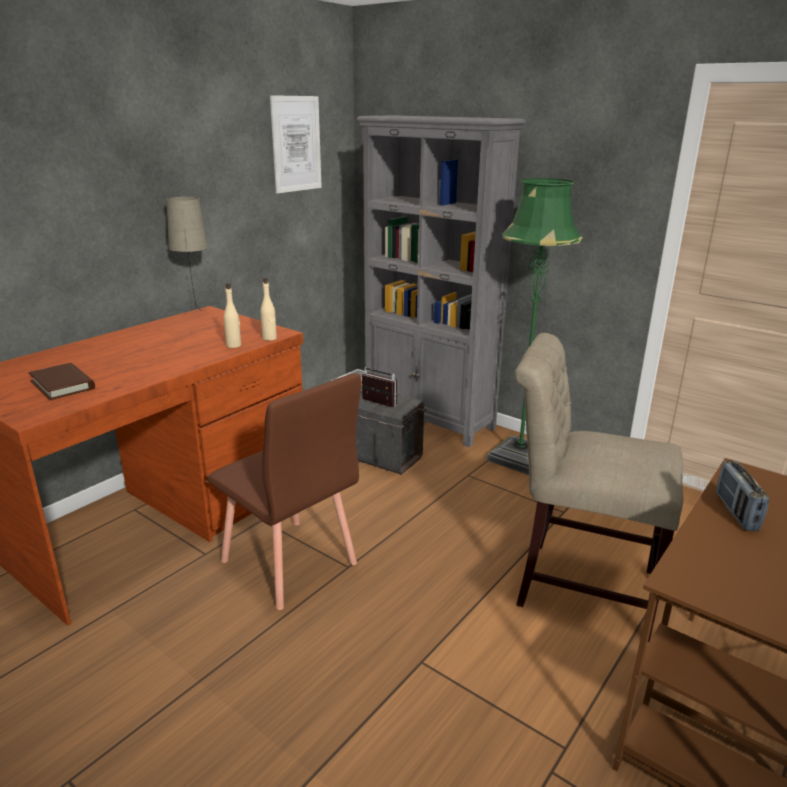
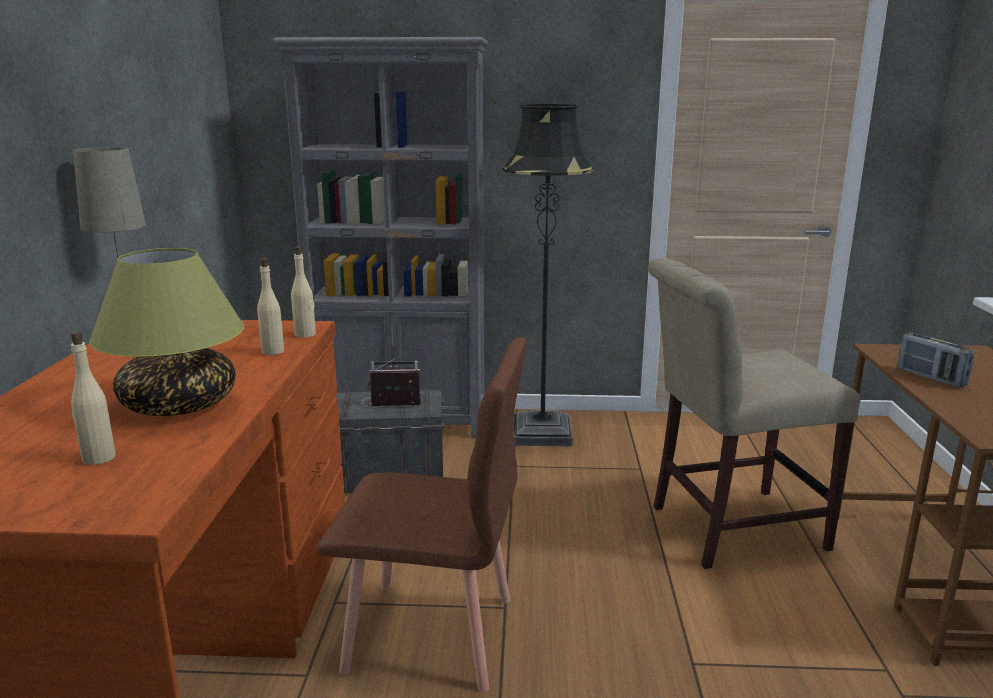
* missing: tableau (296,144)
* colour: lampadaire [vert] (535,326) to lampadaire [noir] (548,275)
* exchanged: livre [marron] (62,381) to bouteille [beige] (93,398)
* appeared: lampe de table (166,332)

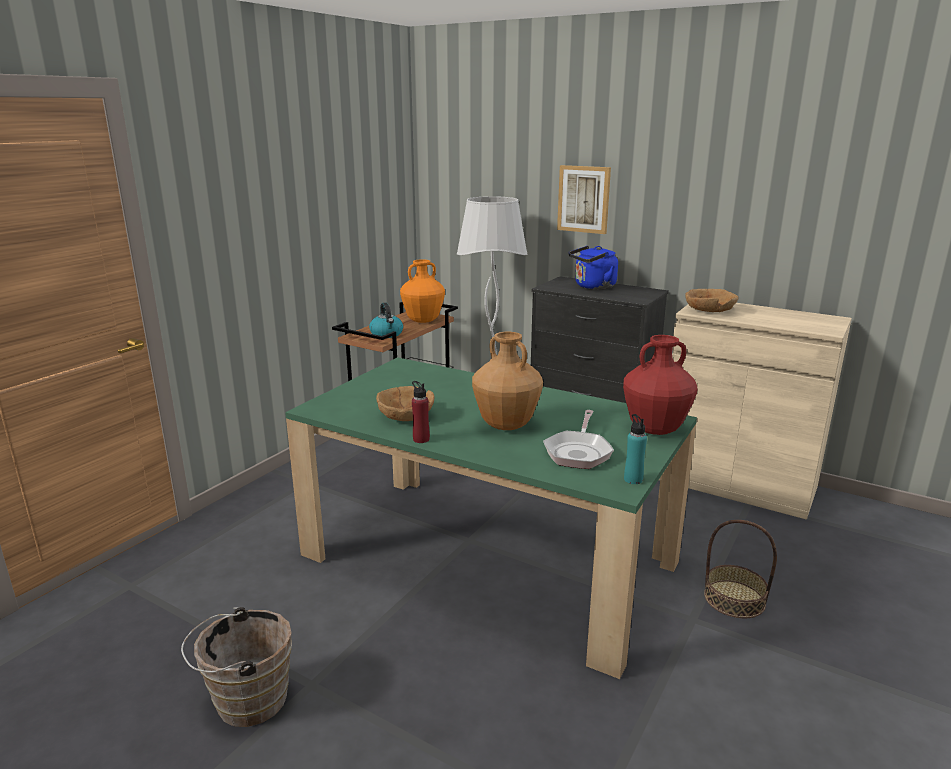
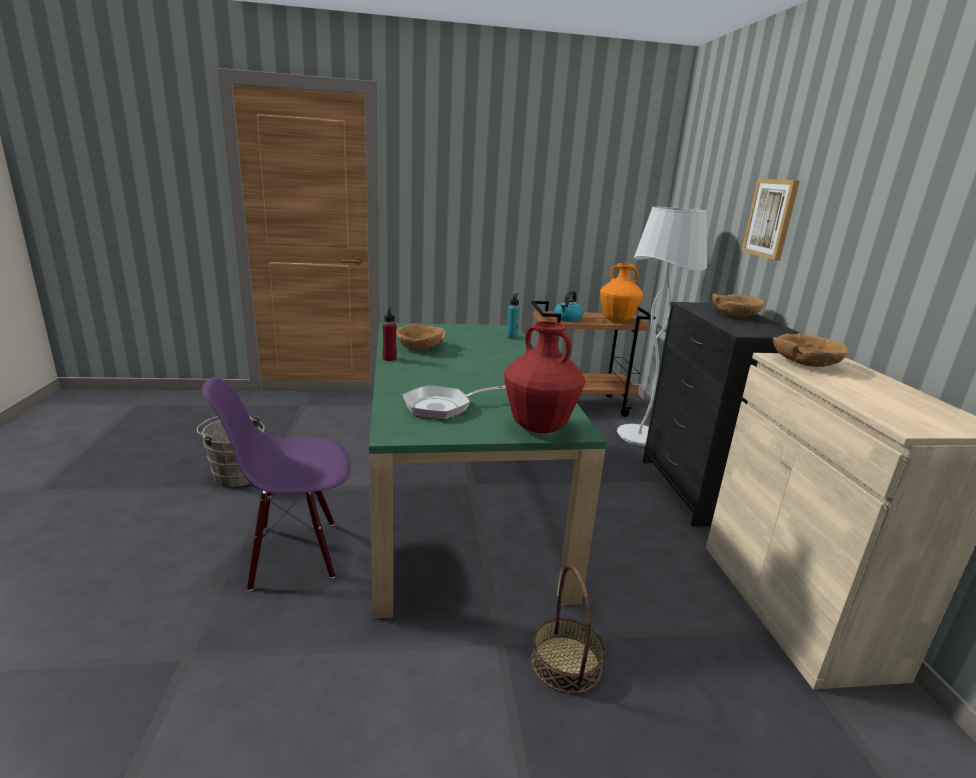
* exchanged: bouilloire [bleu] (593,268) to bol [marron] (738,305)
* missing: vase [marron] (507,381)
* relocated: bouteille [turquoise] (635,449) to (513,316)
* appeared: chaise [violet] (276,484)

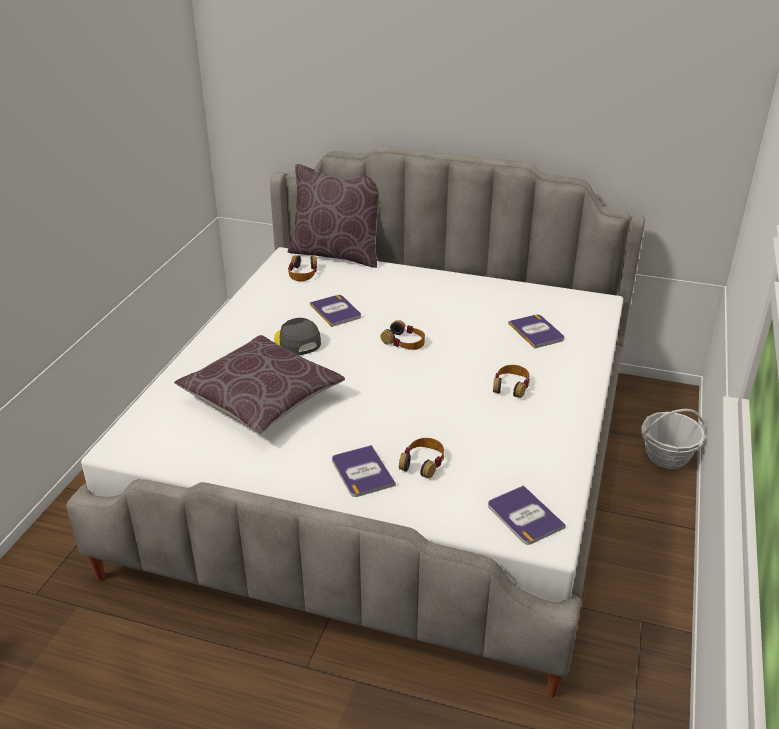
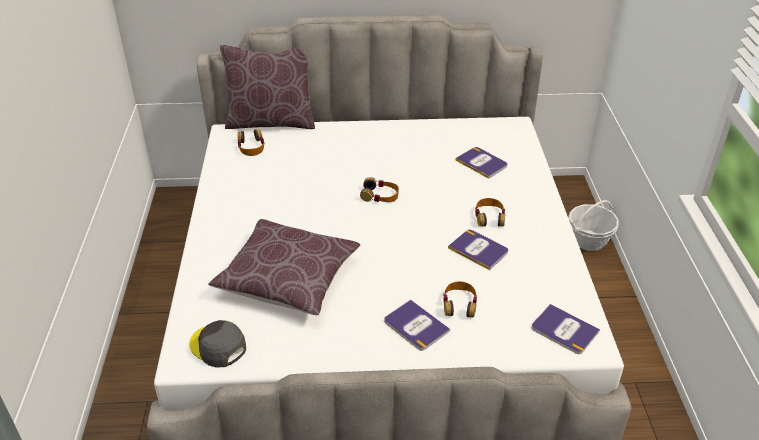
* relocated: livre (335,311) to (478,250)
* relocated: casquette [gris] (297,336) to (217,343)

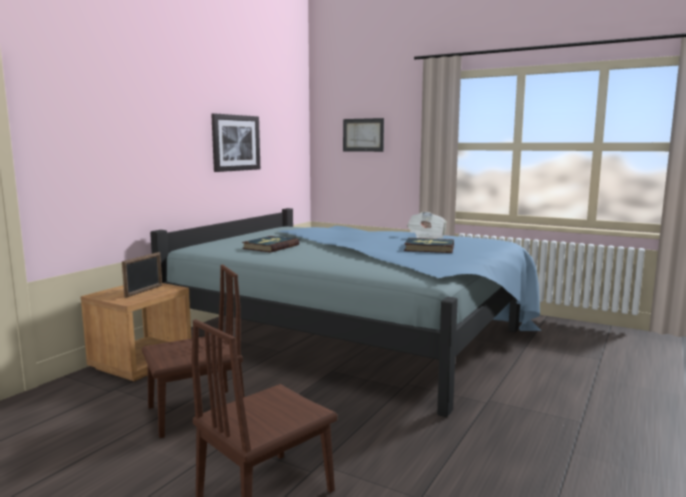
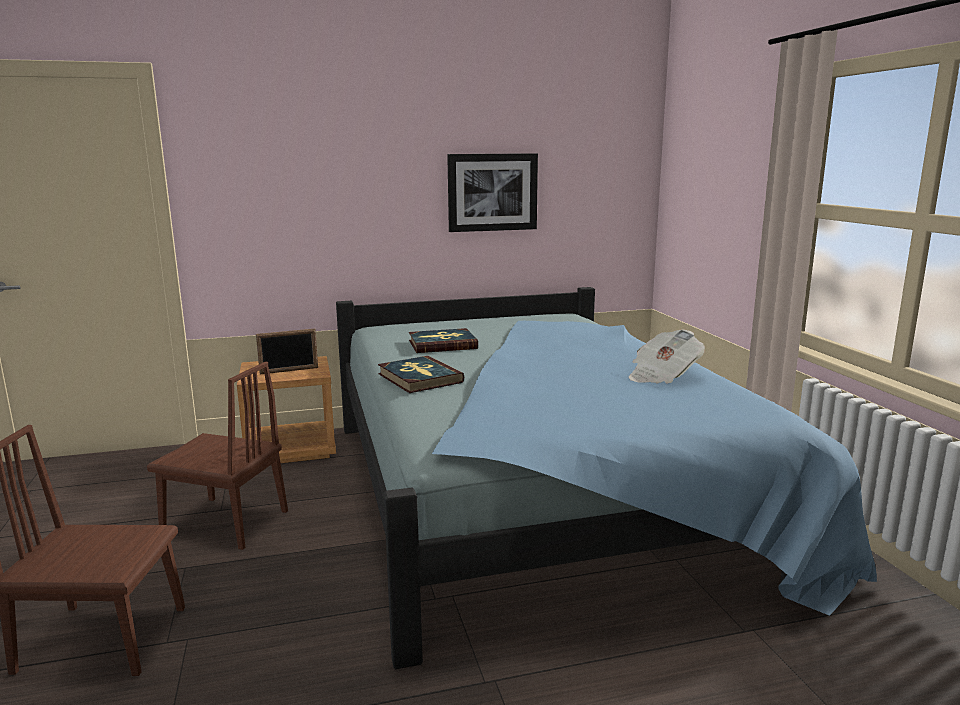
* missing: tableau (363,135)
* relocated: livre (429,245) to (421,374)

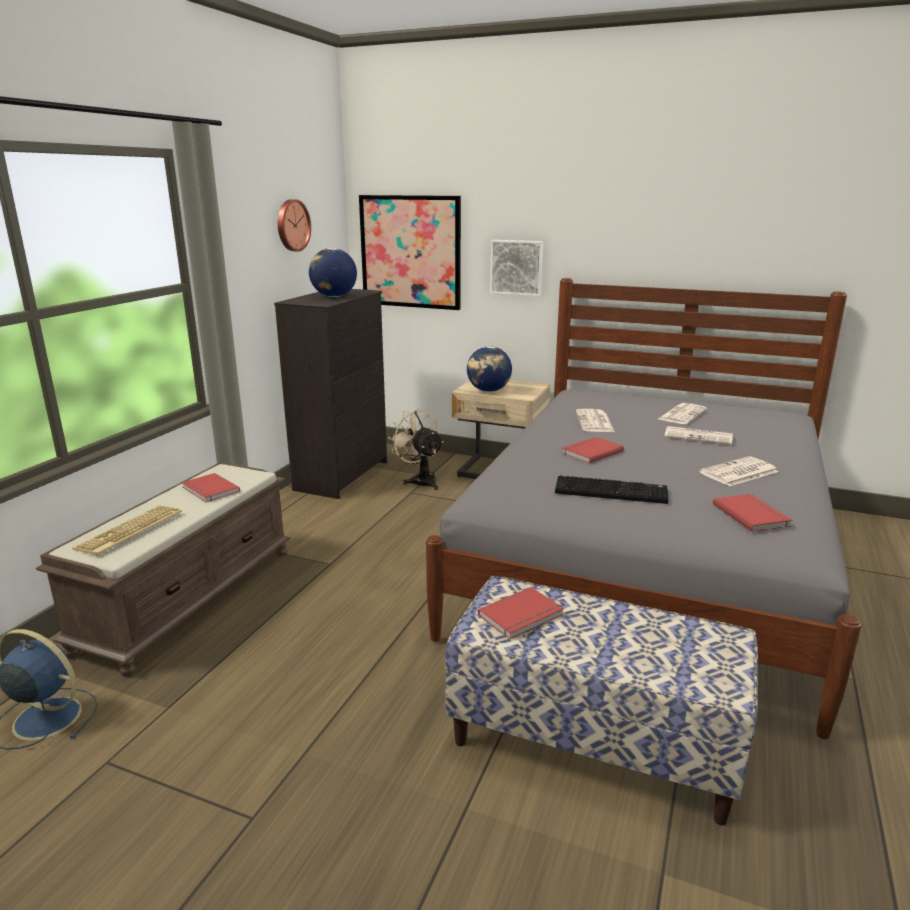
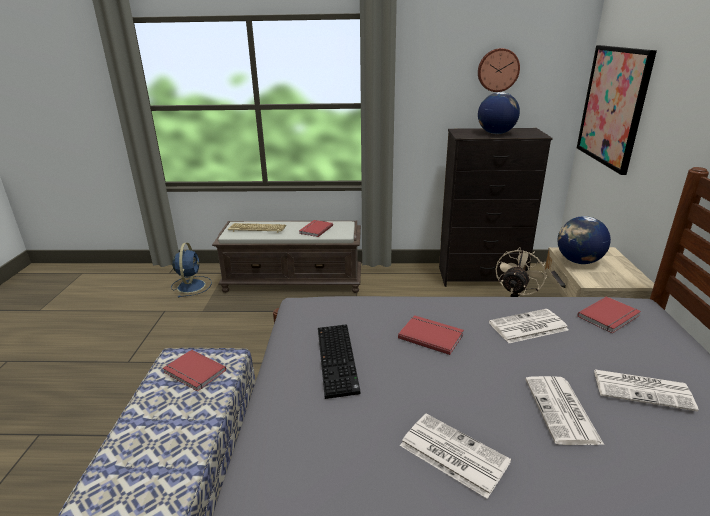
* missing: tableau (517,268)
* relocated: livre [rouge] (753,513) to (609,314)

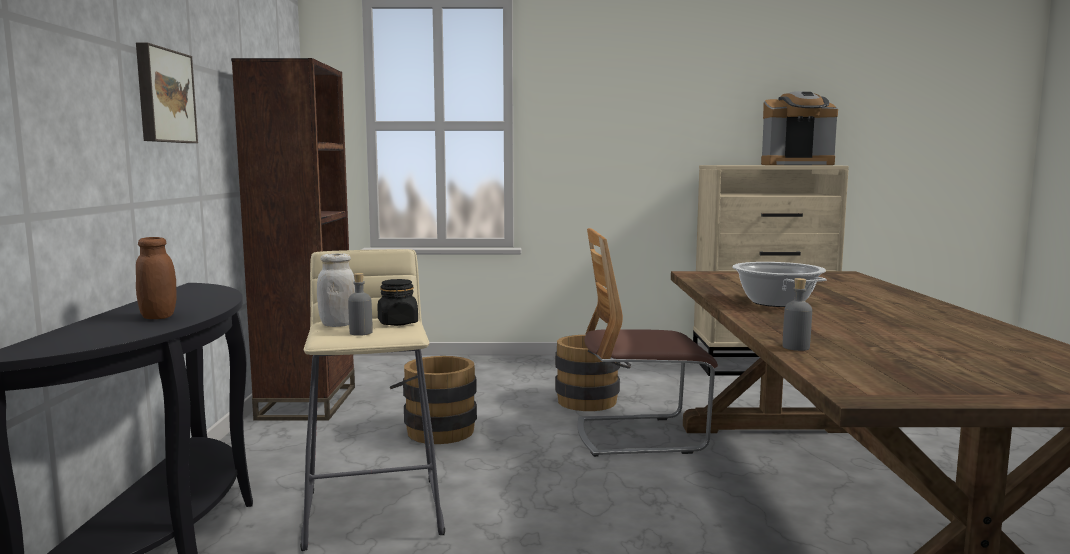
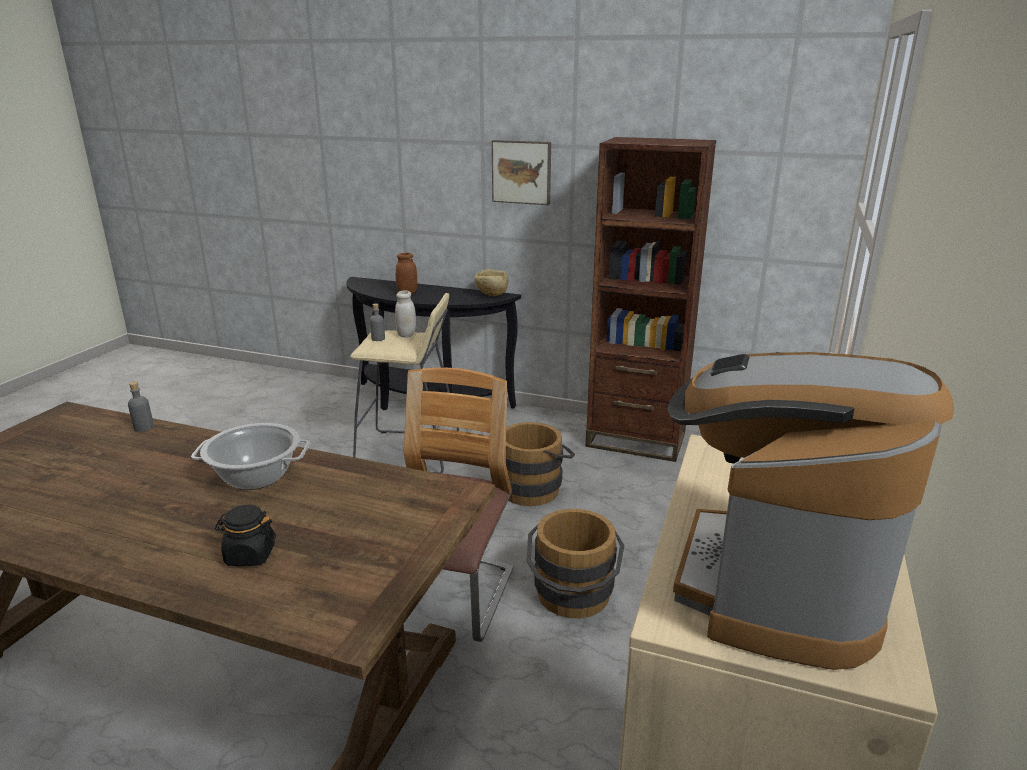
* relocated: bocal [noir] (398,302) to (245,535)
* appeared: bol [beige] (491,282)

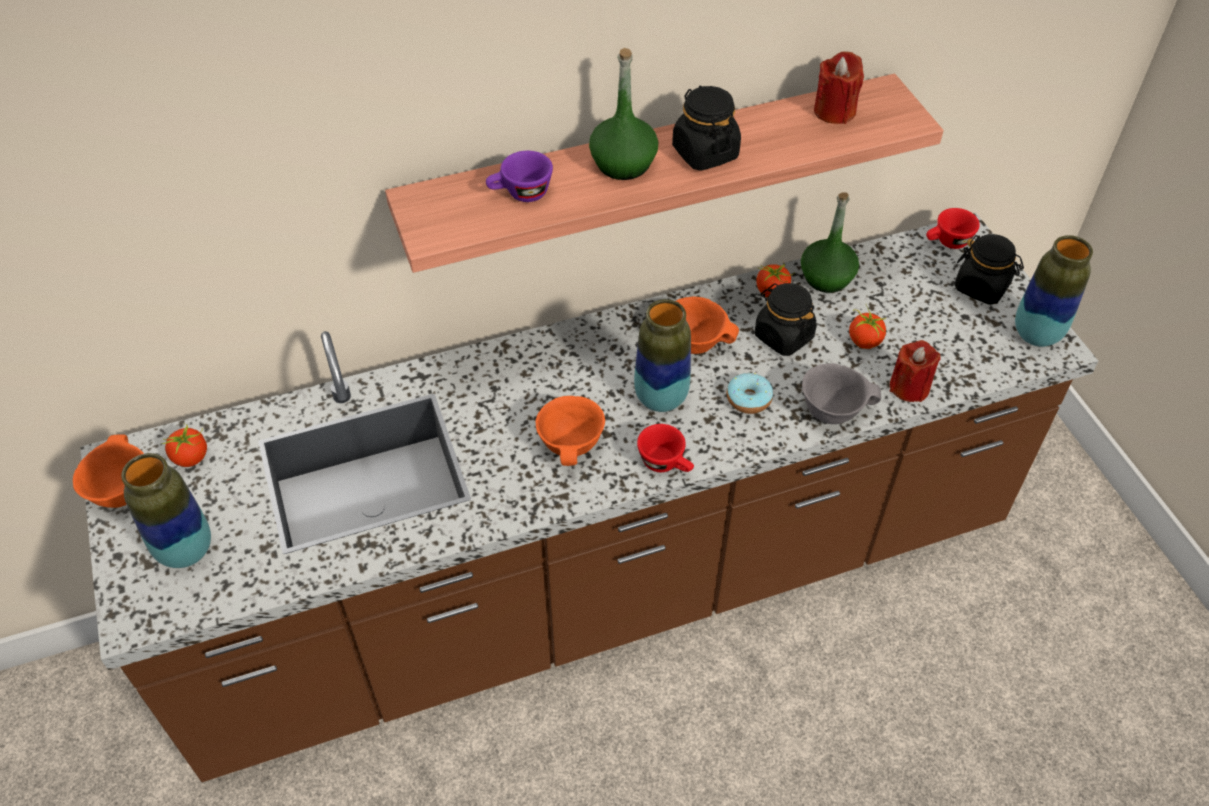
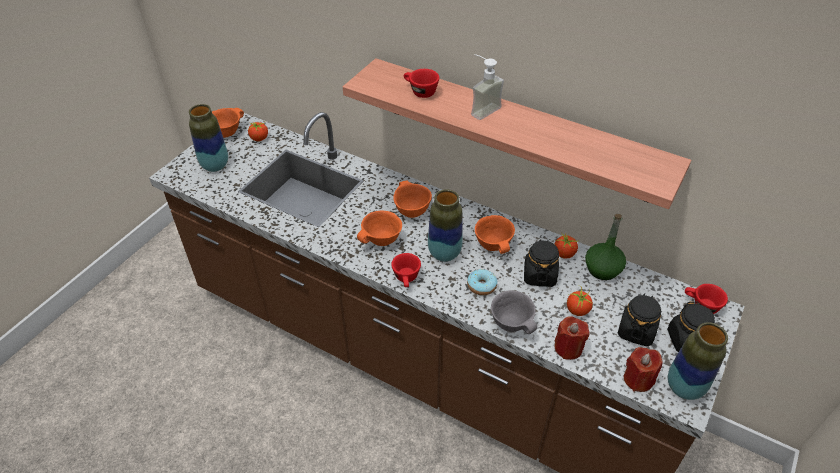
* exchanged: bouteille [vert] (623,114) to distributeur de savon (487,87)
* relocated: bougie [rouge] (839,87) to (643,369)
* relocated: bocal [noir] (706,128) to (639,320)
* colour: tasse [violet] (519,176) to tasse [rouge] (421,83)
* appeared: bol [orange] (412,199)

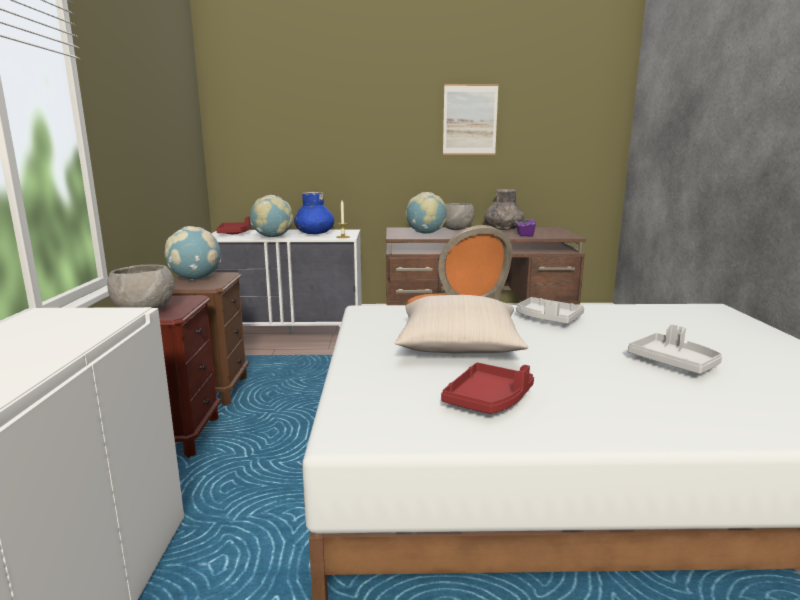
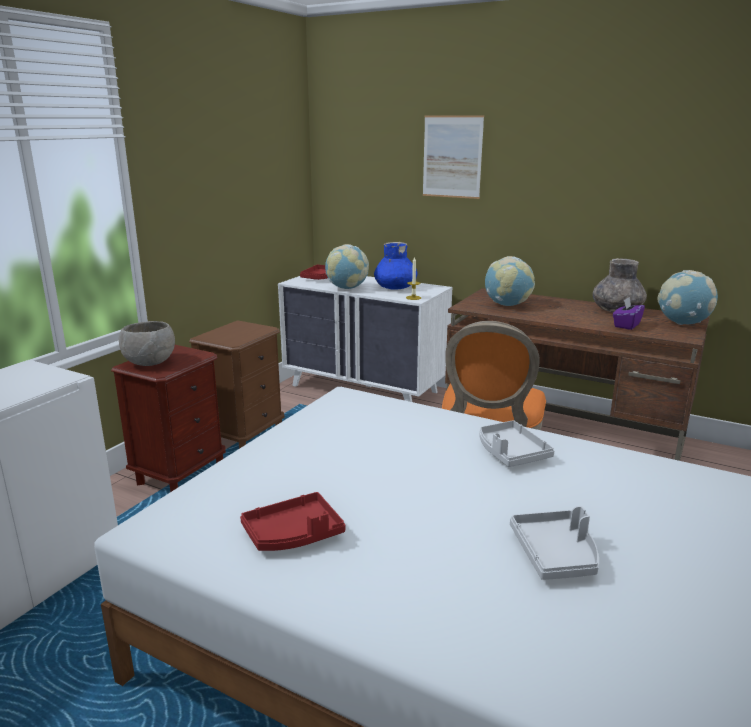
* relocated: tableau (471,119) to (453,157)
* missing: bol [gris] (458,216)
* relocated: globe (193,253) to (688,297)
* missing: coussin [beige] (461,324)

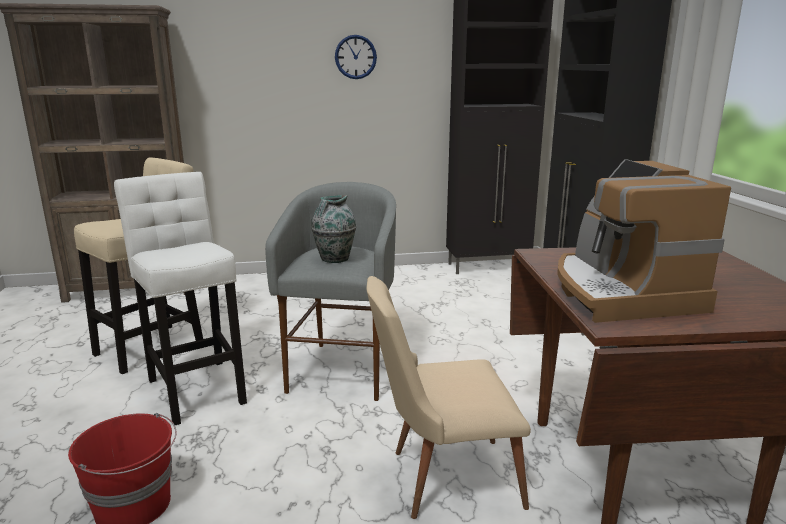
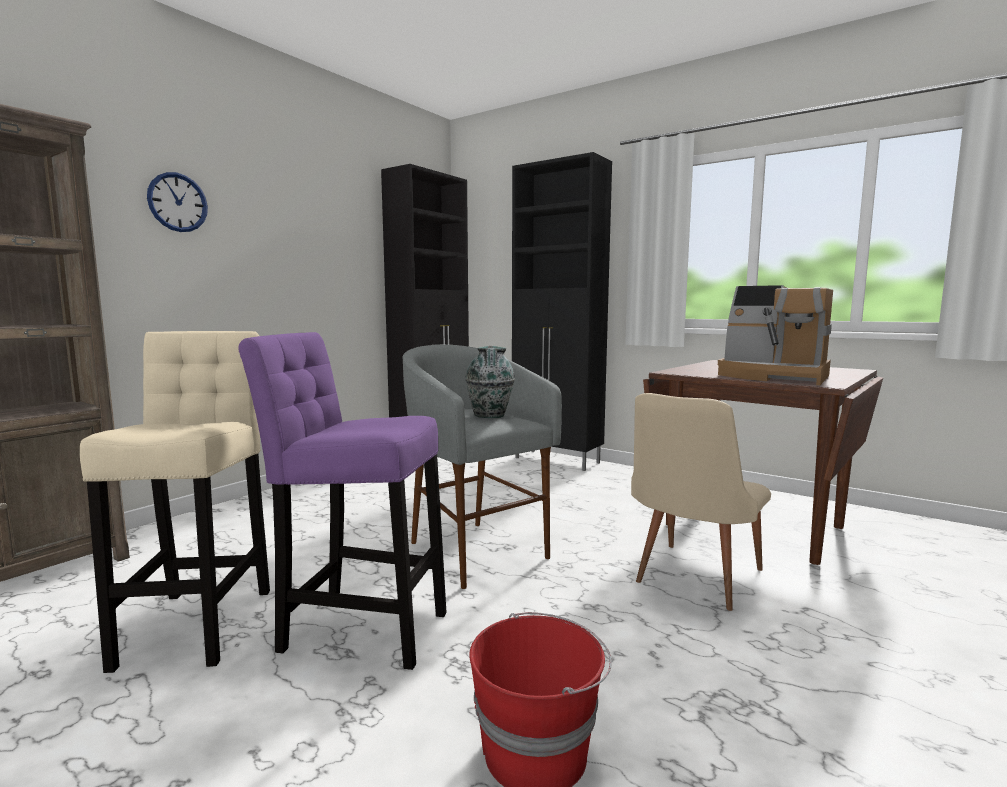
* relocated: horloge murale (356,57) to (177,202)
* colour: tabouret [blanc] (180,298) to tabouret [violet] (342,501)

